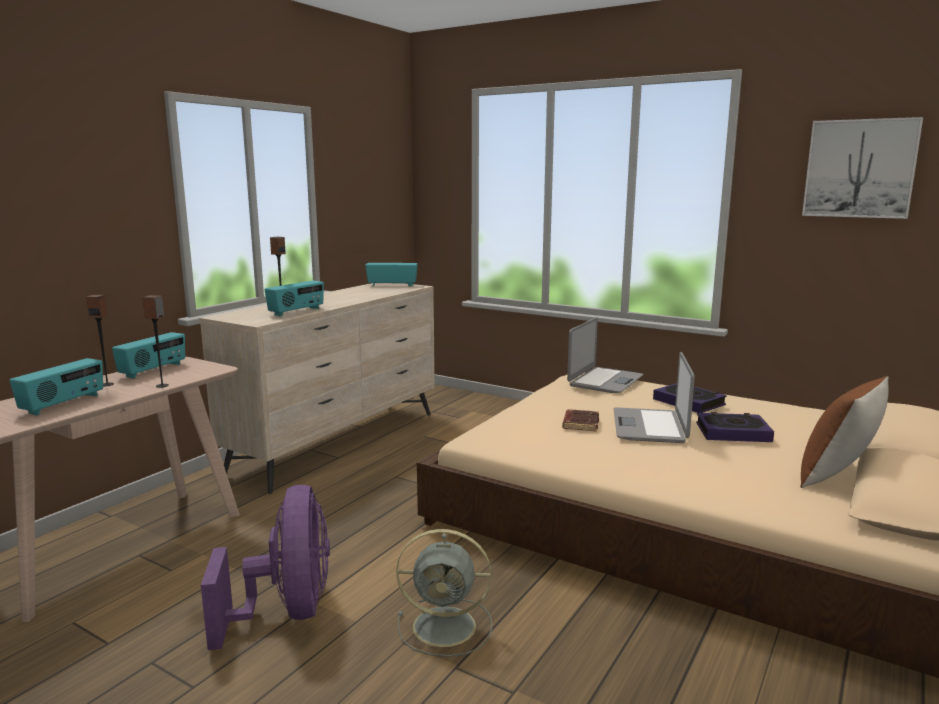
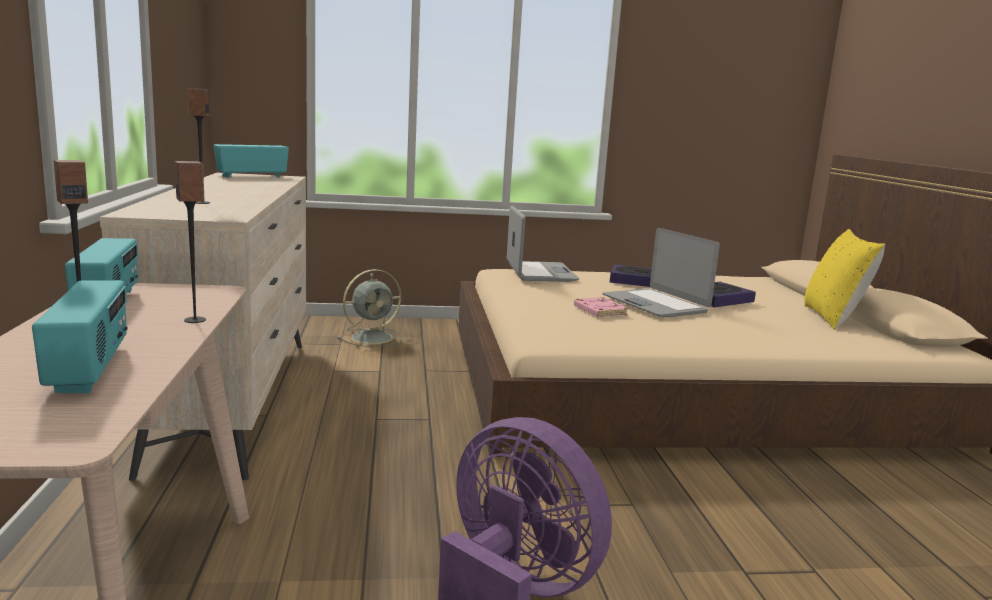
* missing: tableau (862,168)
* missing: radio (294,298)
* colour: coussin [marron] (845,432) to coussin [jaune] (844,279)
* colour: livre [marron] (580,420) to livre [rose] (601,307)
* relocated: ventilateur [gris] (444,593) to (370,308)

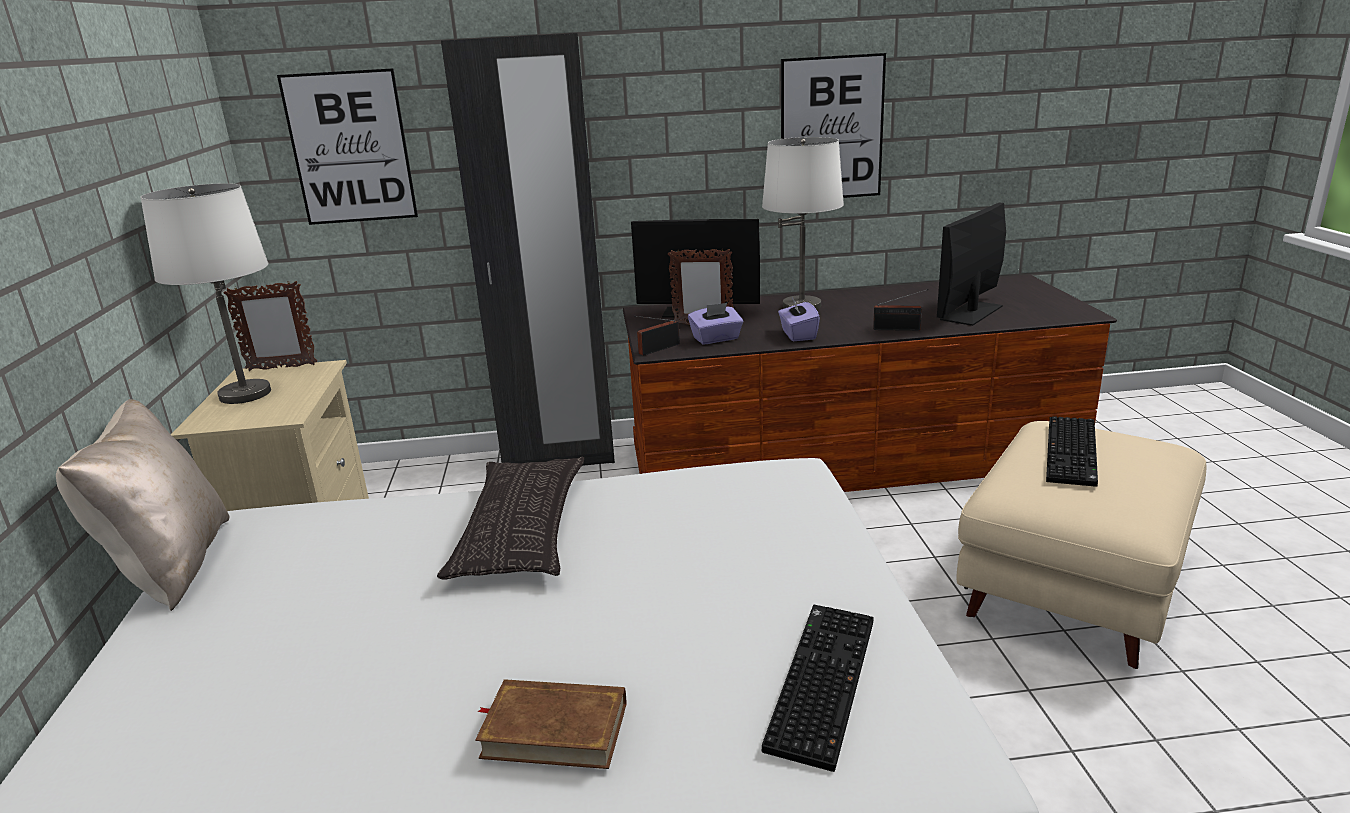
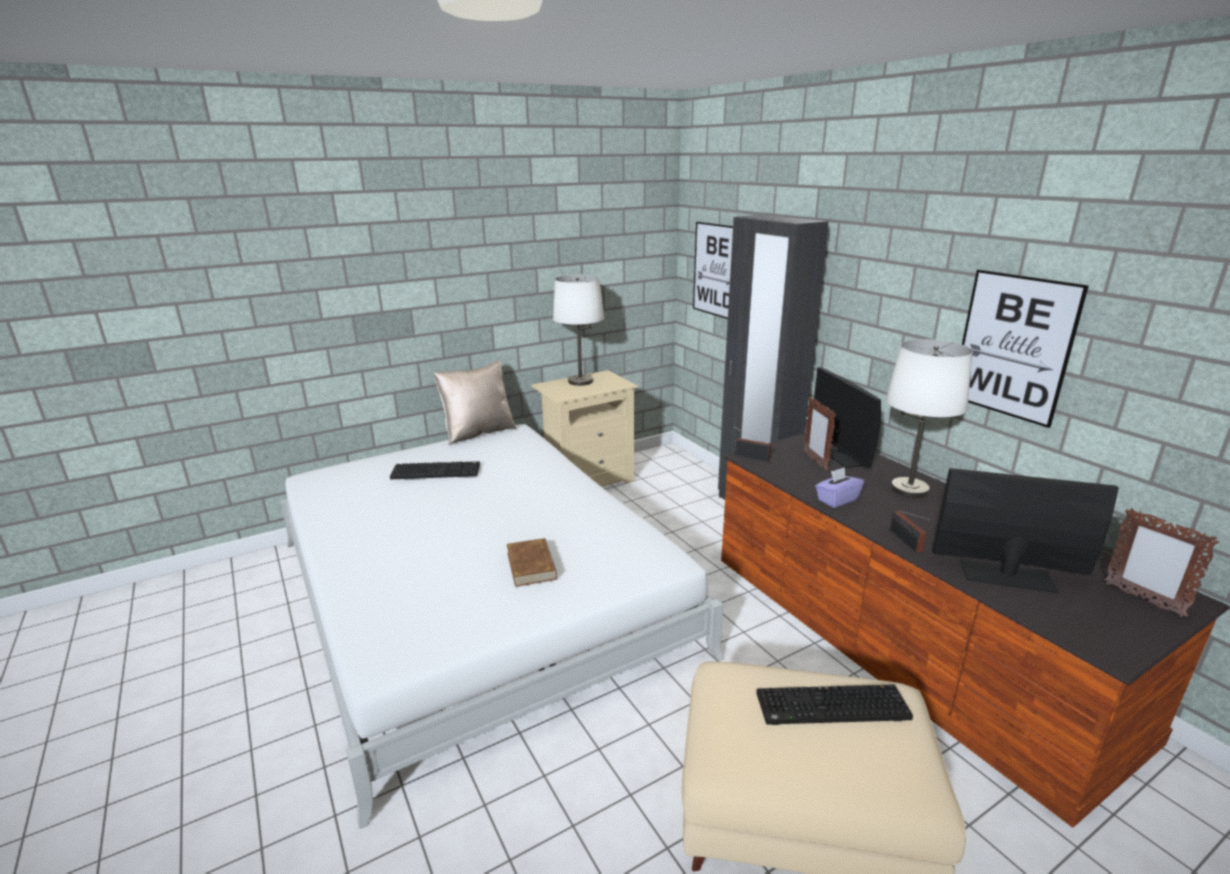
* relocated: cadre photo (270,326) to (1161,562)
* missing: boîte à mouchoirs [violet] (715,324)
* missing: coussin (510,518)
* relocated: clavier (818,688) to (435,470)
* relocated: livre [marron] (550,724) to (532,562)

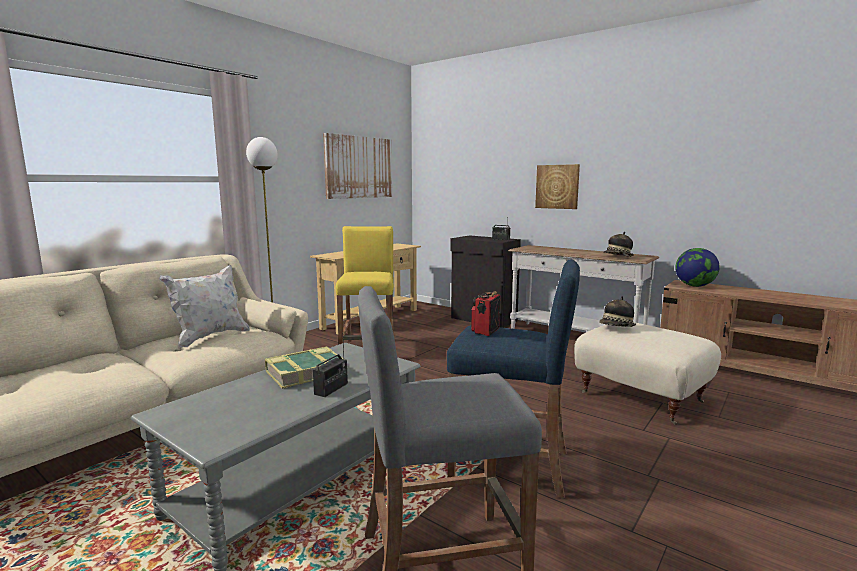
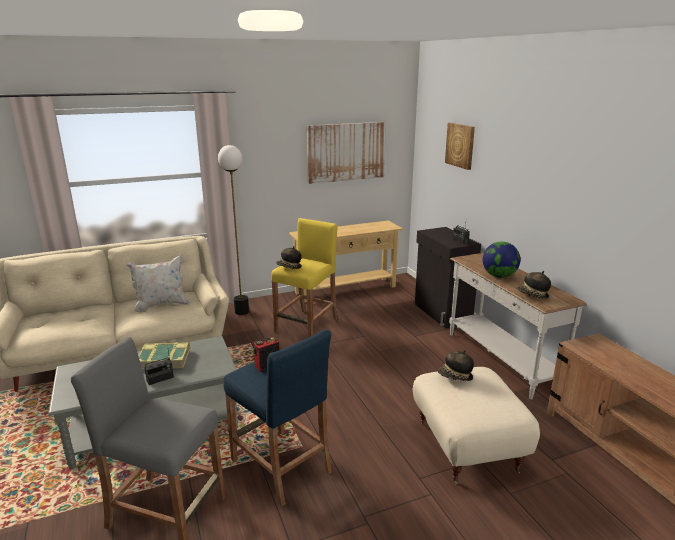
* relocated: tableau (557,186) to (460,146)
* relocated: globe (697,267) to (501,260)
* appeared: chapeau (289,257)

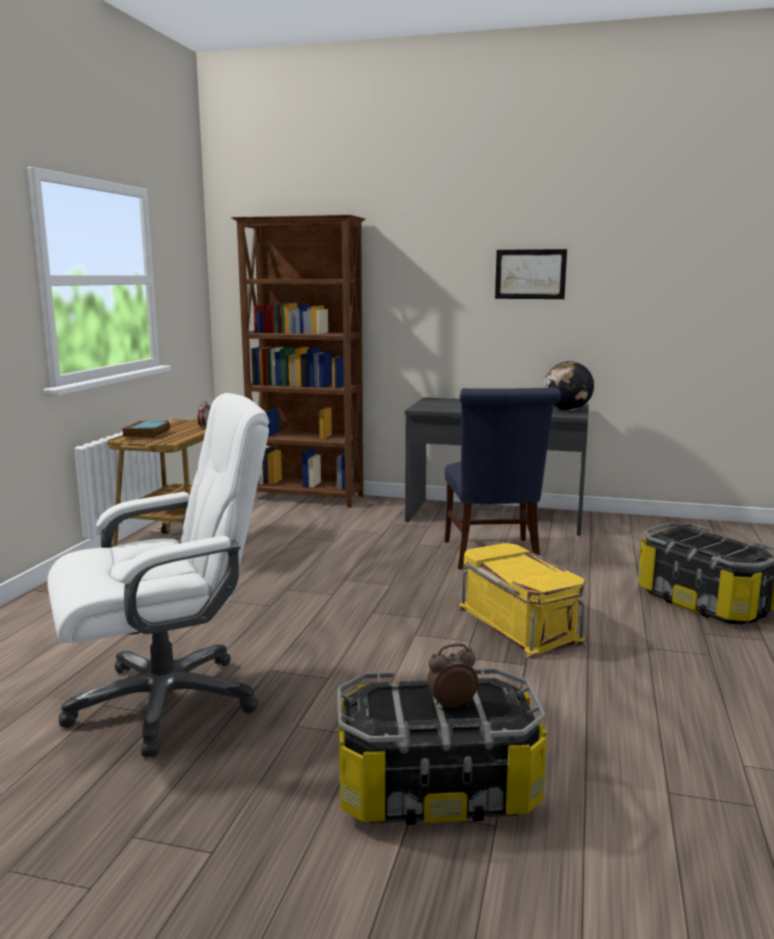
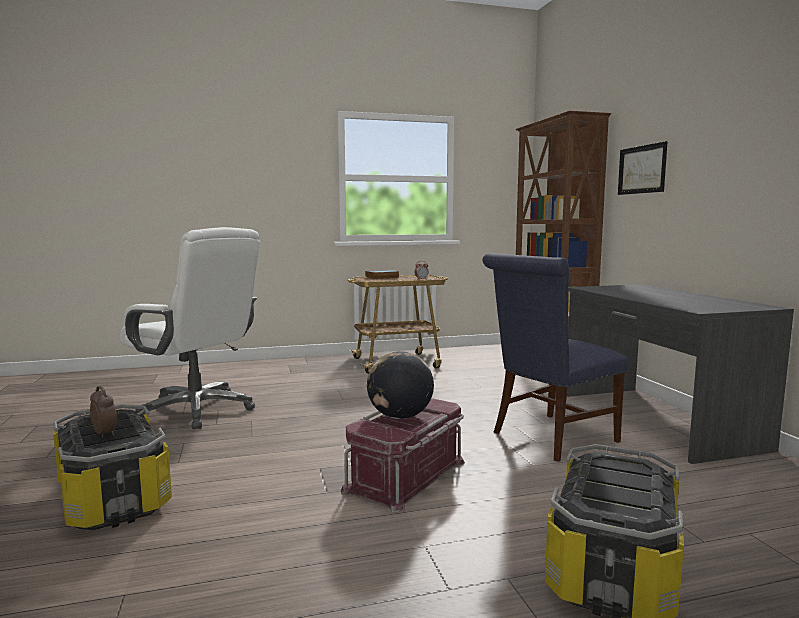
* relocated: tableau (531,274) to (643,168)
* relocated: globe (569,386) to (400,385)
* colour: boîte de rangement [jaune] (522,601) to boîte de rangement [rouge] (403,455)

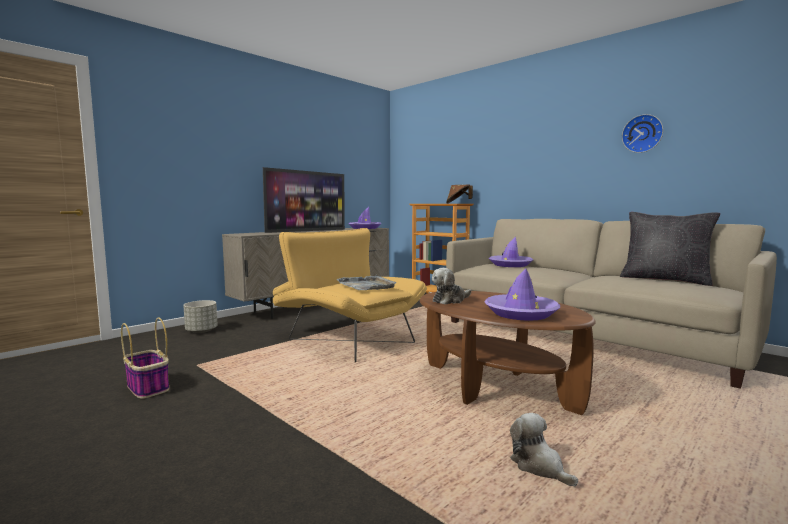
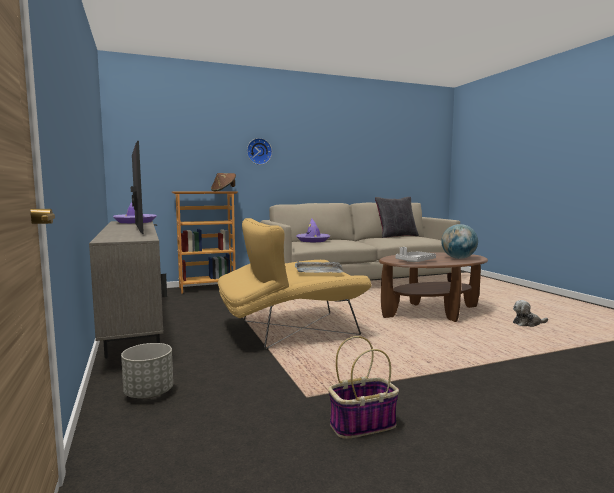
* relocated: horloge murale (642,133) to (259,151)
* exchanged: peluche (451,286) to plateau [gris] (415,254)
* exchanged: chapeau [violet] (522,295) to globe (459,241)

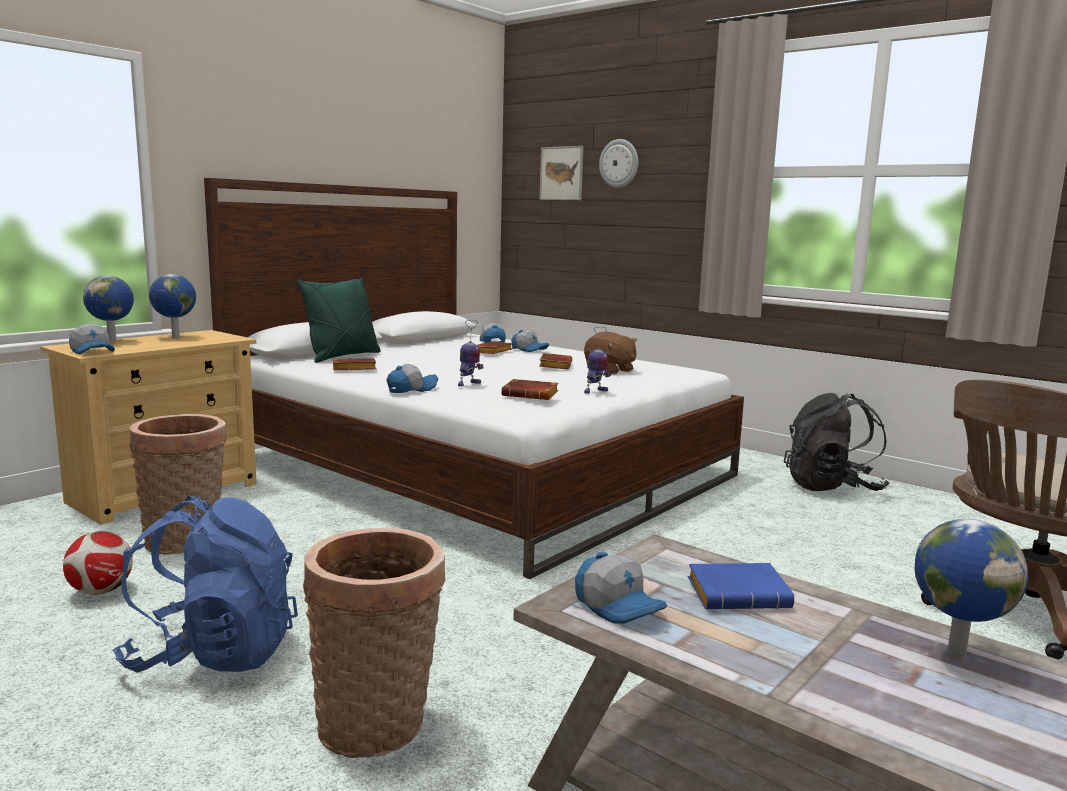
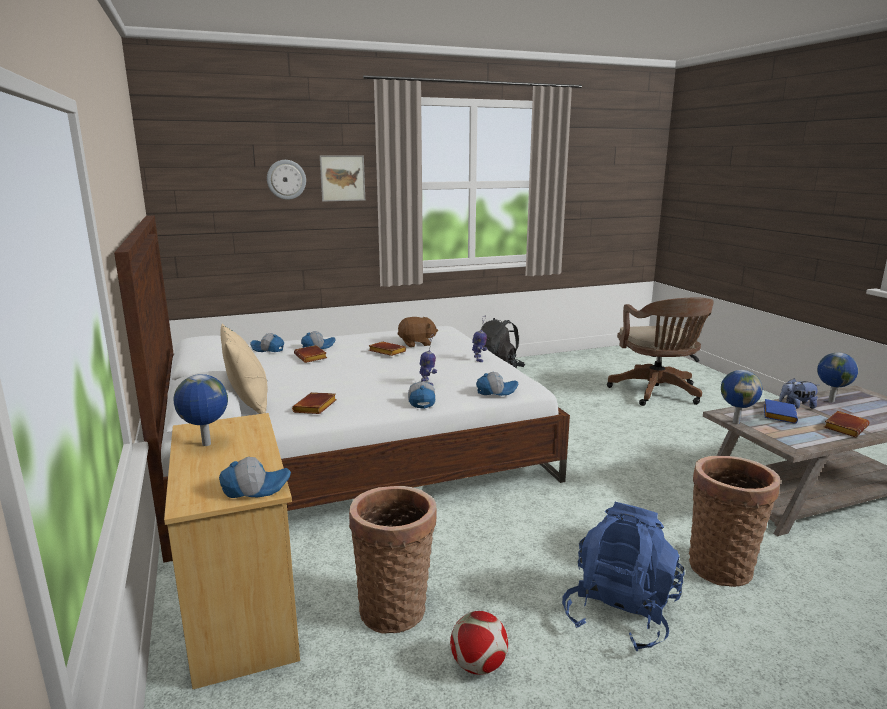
* relocated: tableau (562,173) to (342,179)
* relocated: globe (108,308) to (742,397)
* colour: coussin [vert] (339,320) to coussin [beige] (243,369)
* relocated: livre [marron] (529,389) to (847,424)
* relocated: casquette (621,588) to (497,384)
* appeared: peluche (799,393)

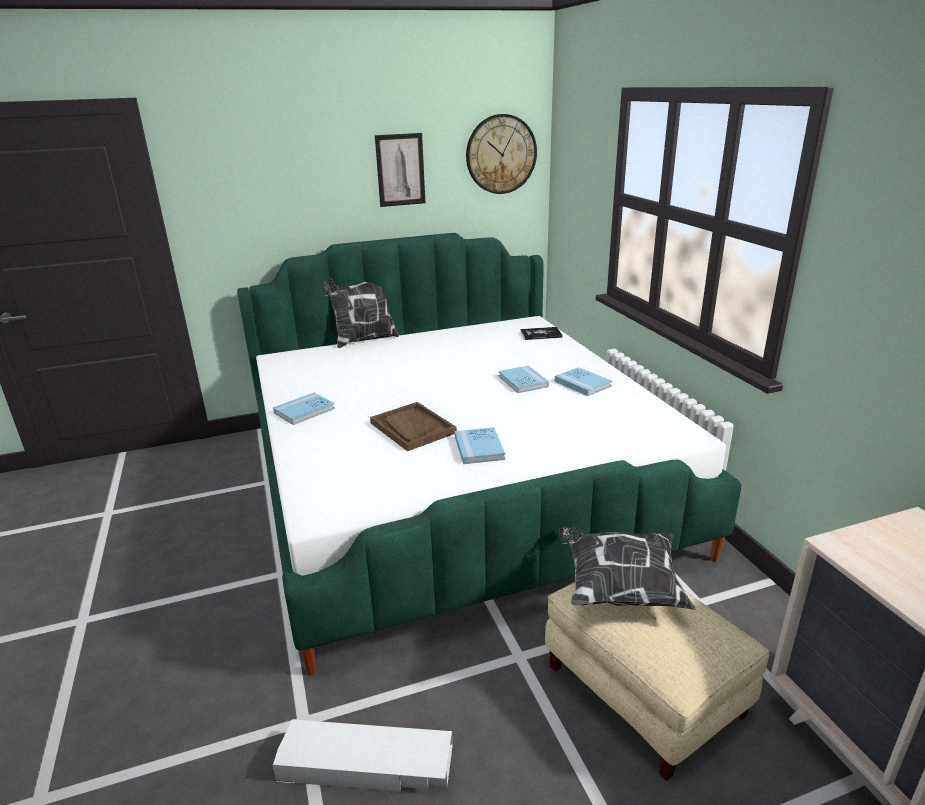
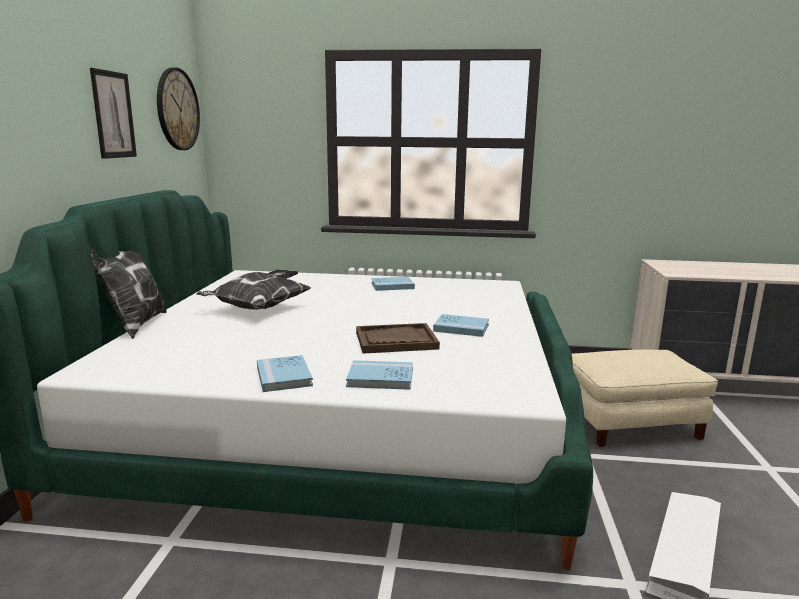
* relocated: livre [bleu] (523,379) to (379,375)
* relocated: coussin (627,568) to (253,291)

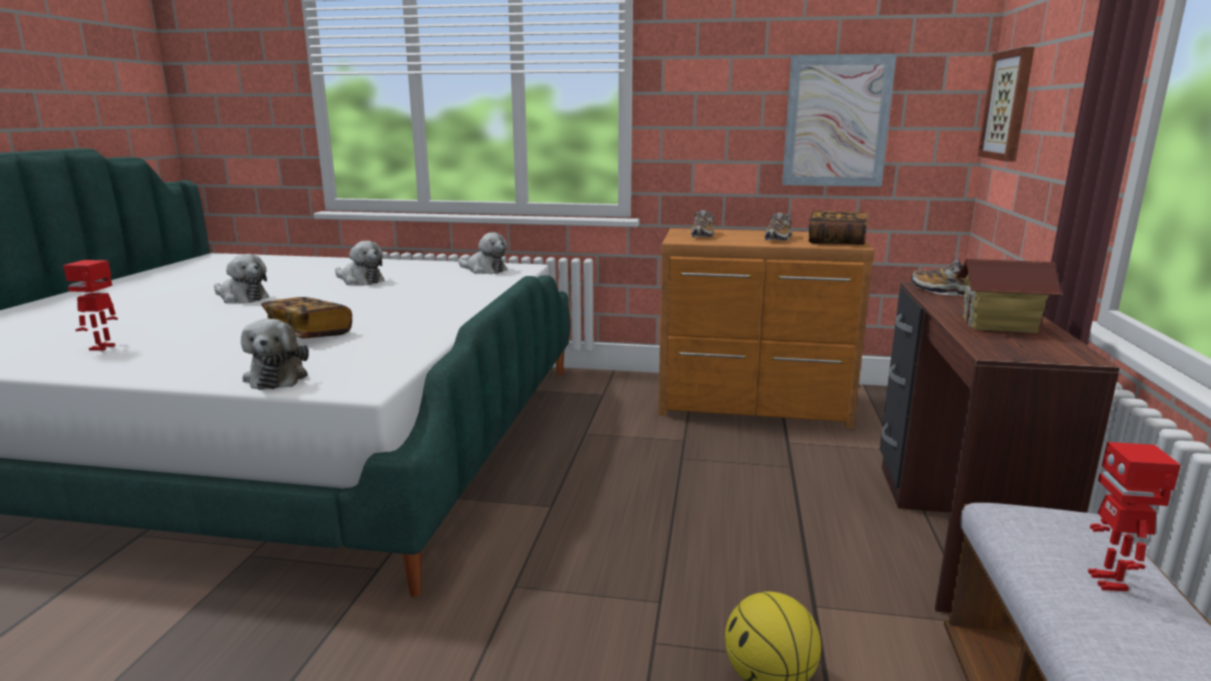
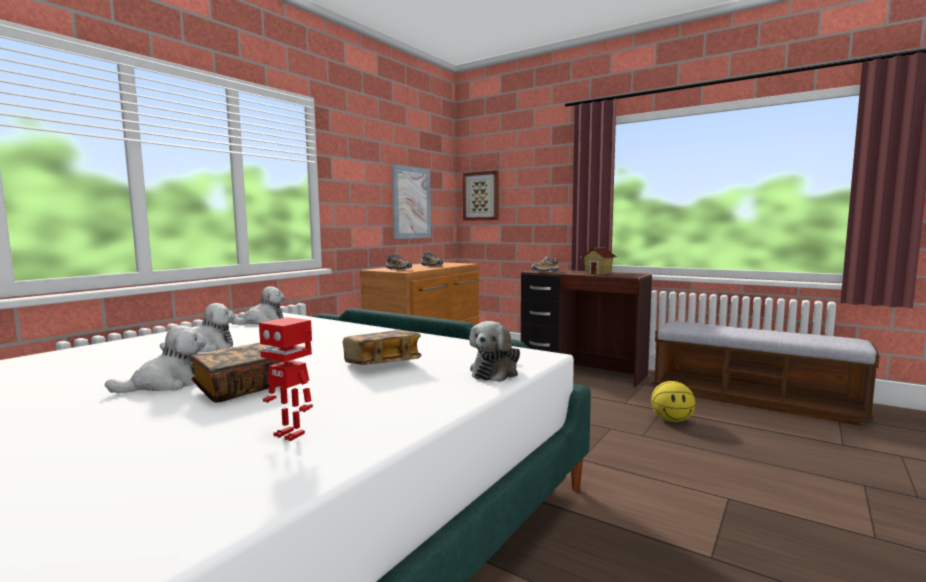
* relocated: livre (838,228) to (236,372)
* spun: peluche (275,354) = (494,351) 105 degrees clockwise
* missing: robot jouet (1134,516)

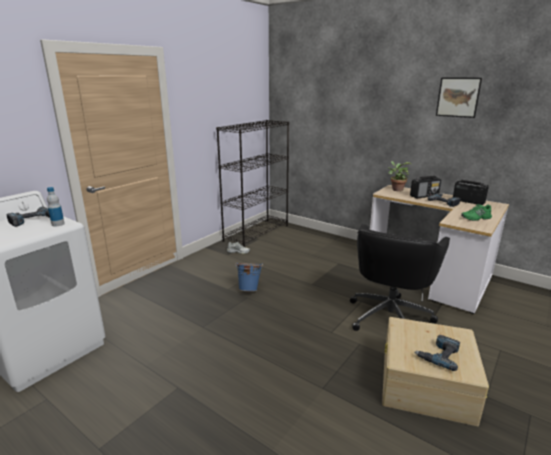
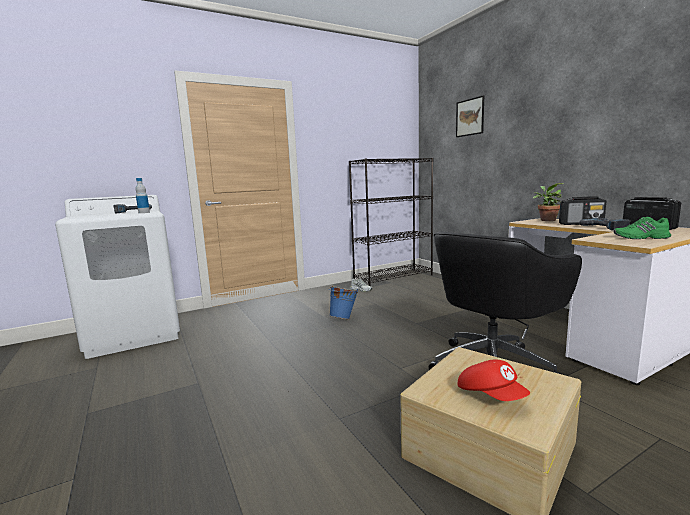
* relocated: tableau (459,97) to (470,116)
* exchanged: perceuse (437,353) to casquette [rouge] (494,380)

